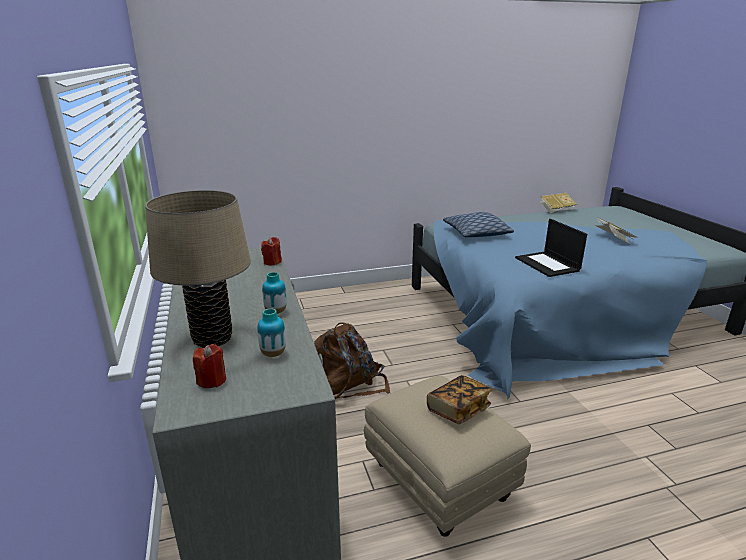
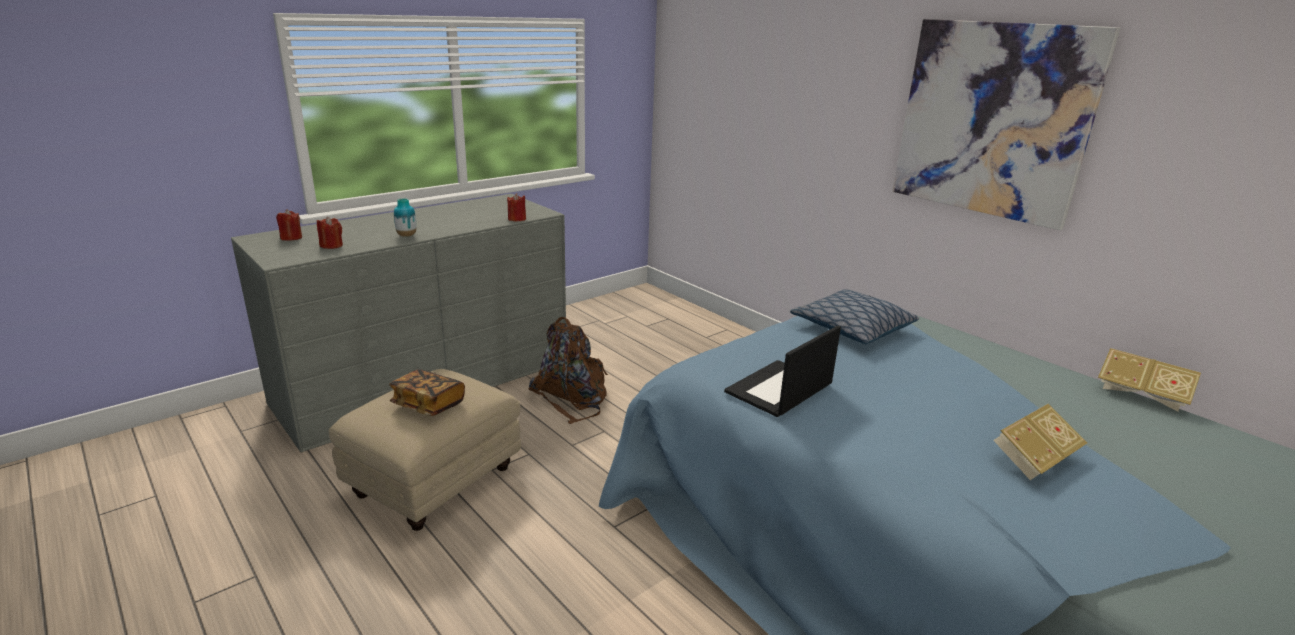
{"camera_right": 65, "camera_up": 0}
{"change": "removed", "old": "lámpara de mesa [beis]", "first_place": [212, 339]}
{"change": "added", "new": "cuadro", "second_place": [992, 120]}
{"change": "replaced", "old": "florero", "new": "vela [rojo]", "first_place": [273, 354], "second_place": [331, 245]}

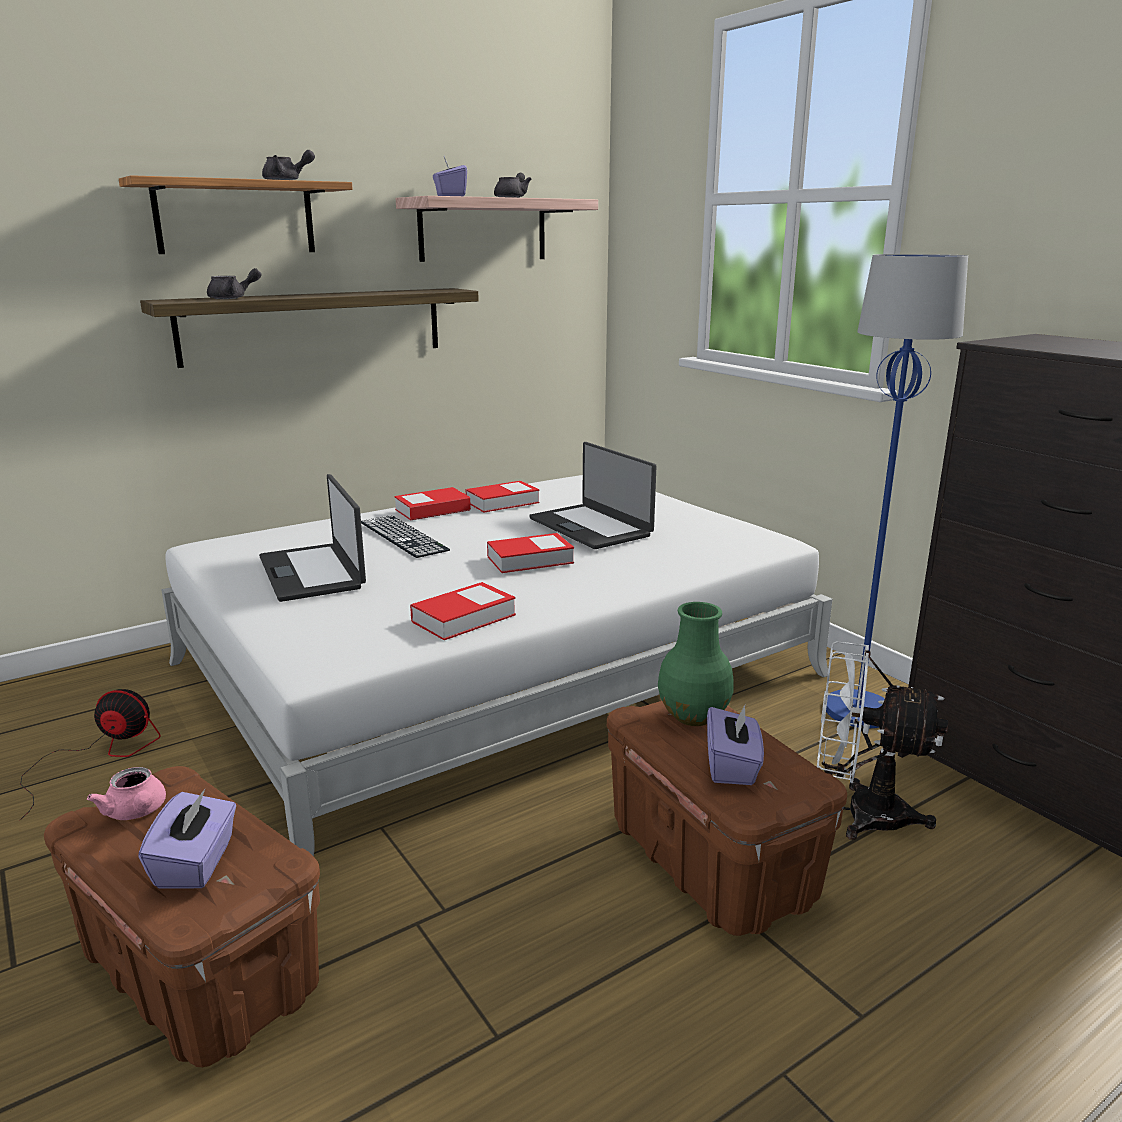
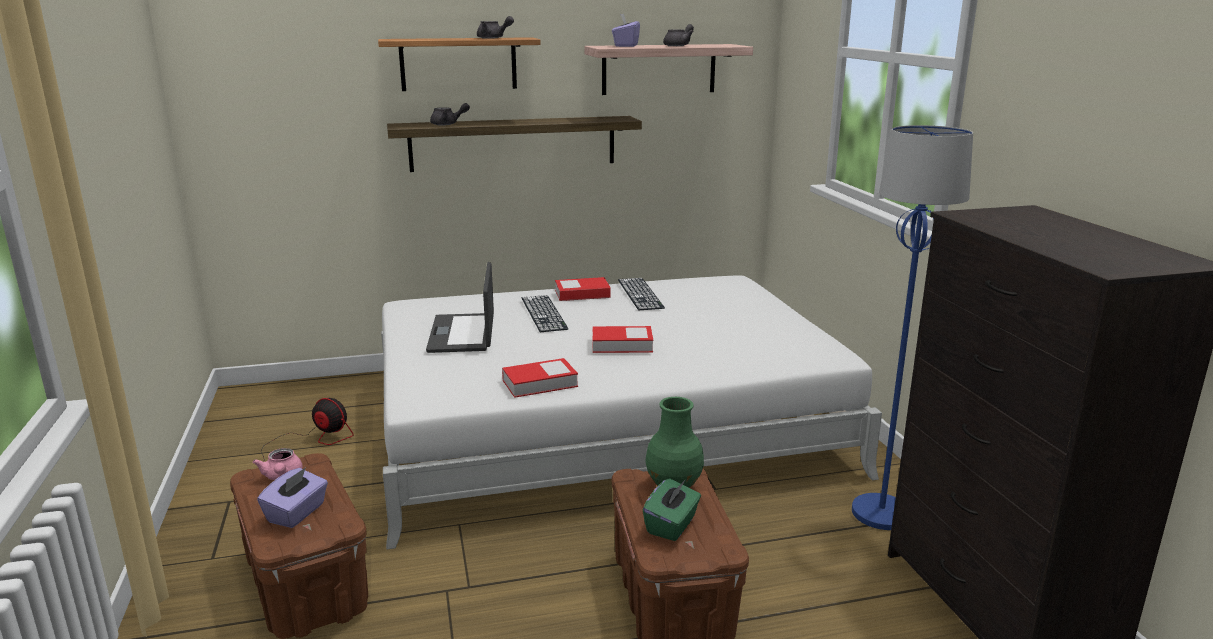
{"camera_right": 20, "camera_up": 0}
{"change": "removed", "old": "portátil", "first_place": [591, 527]}
{"change": "removed", "old": "ventilador [blanco]", "first_place": [859, 812]}
{"change": "replaced", "old": "libro", "new": "teclado", "first_place": [502, 502], "second_place": [640, 294]}
{"change": "recoloured", "old": "caja de pañuelos [morado]", "new": "caja de pañuelos [verde]", "first_place": [732, 766], "second_place": [672, 525]}

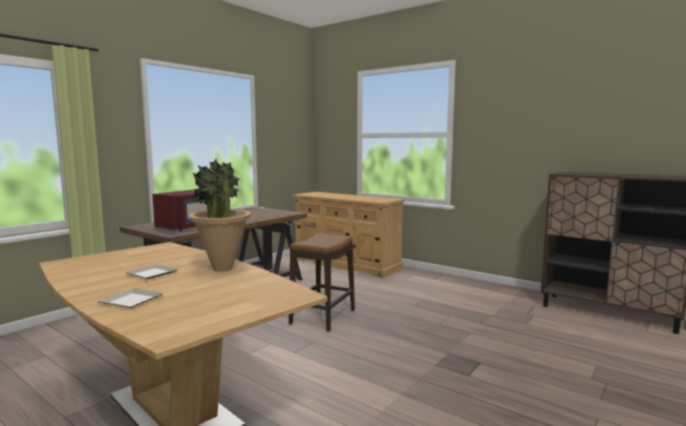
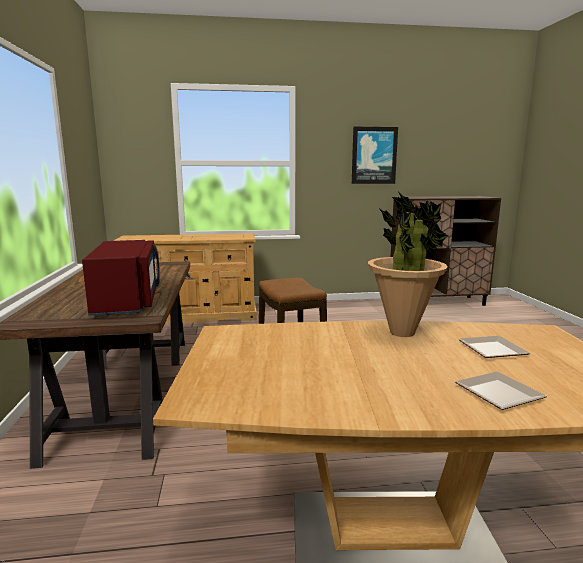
{"camera_right": -45, "camera_up": 5}
{"change": "added", "new": "cuadro", "second_place": [374, 155]}
{"change": "moved", "old": "plato", "first_place": [151, 274], "second_place": [494, 350]}

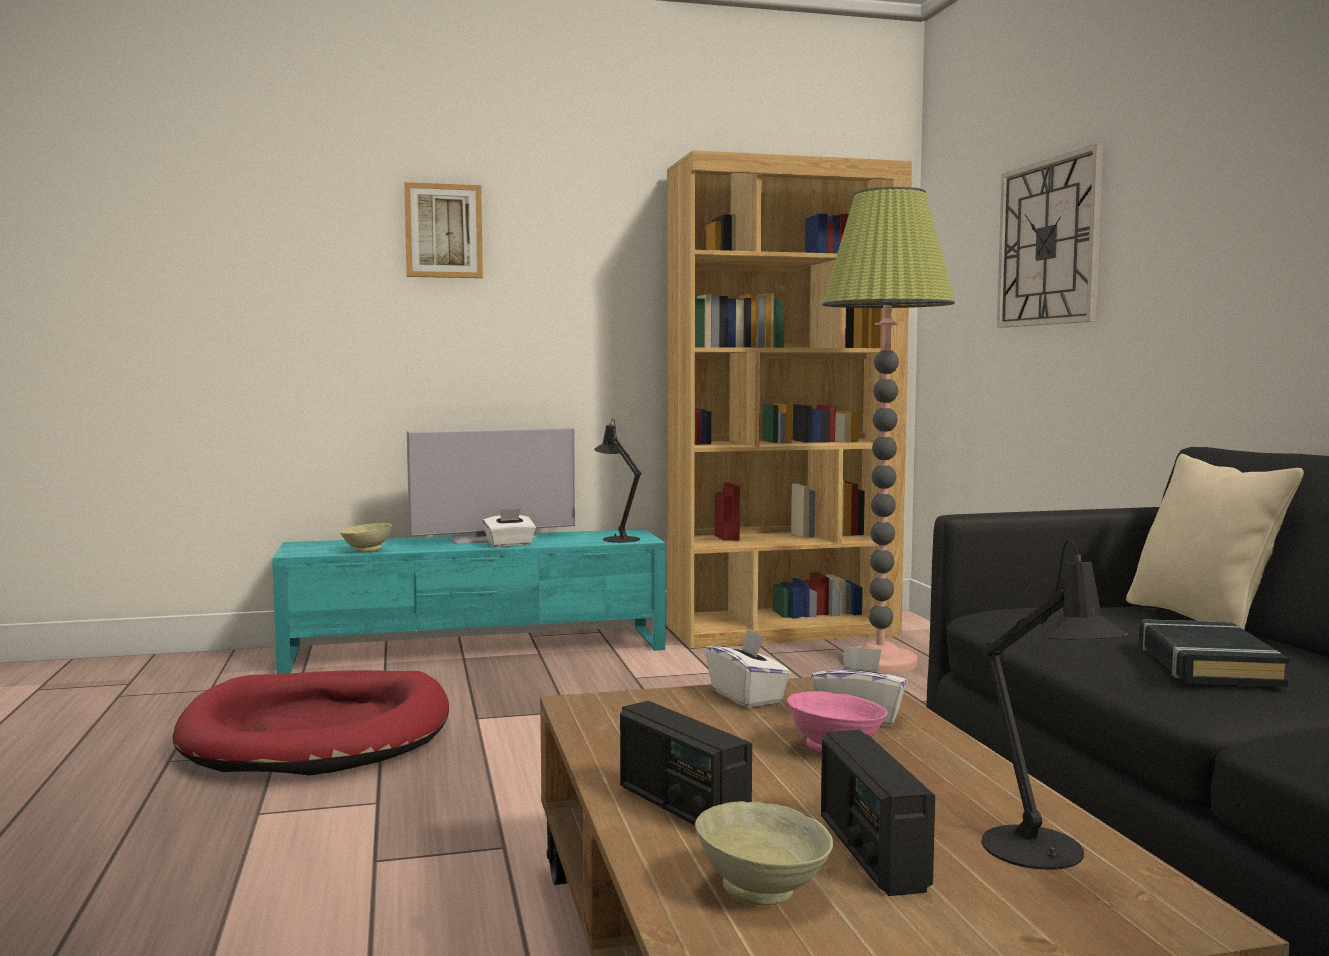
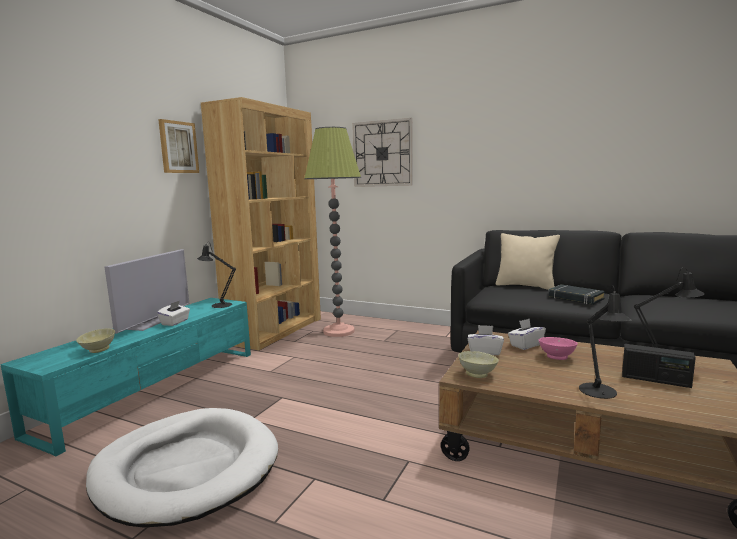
{"camera_right": -50, "camera_up": 5}
{"change": "moved", "old": "cuadro", "first_place": [443, 231], "second_place": [178, 147]}
{"change": "moved", "old": "cuenco [beis]", "first_place": [763, 892], "second_place": [478, 374]}
{"change": "replaced", "old": "radio", "new": "lámpara de mesa [negro]", "first_place": [681, 808], "second_place": [600, 393]}
{"change": "recoloured", "old": "cama para perro [rojo]", "new": "cama para perro [blanco]", "first_place": [318, 733], "second_place": [186, 469]}

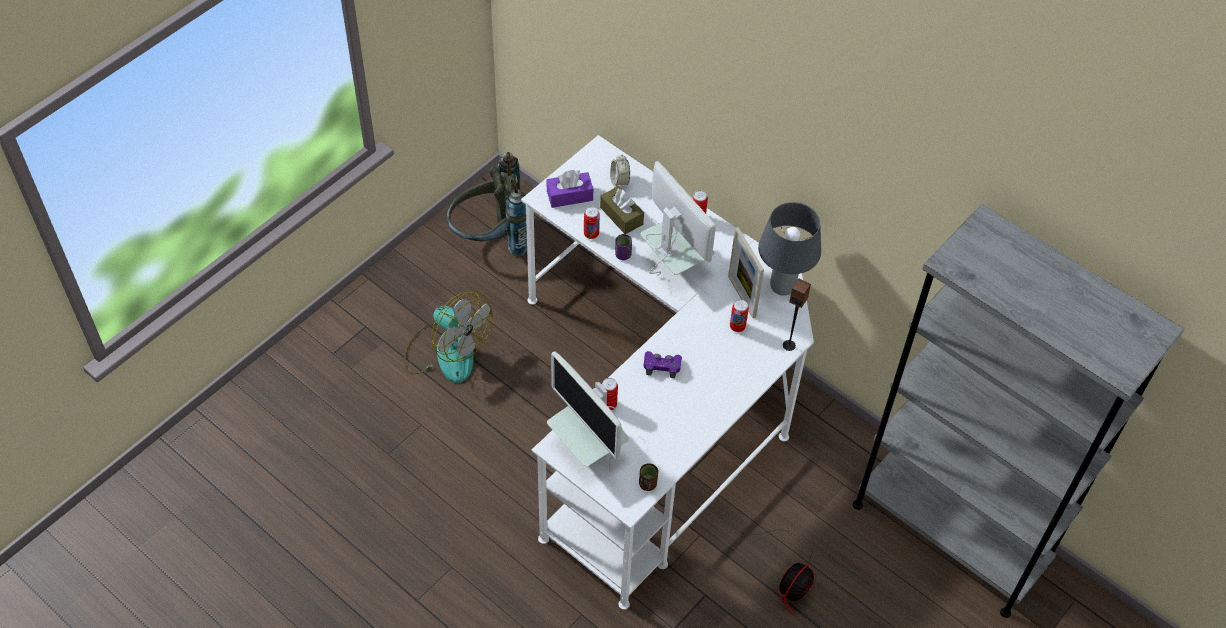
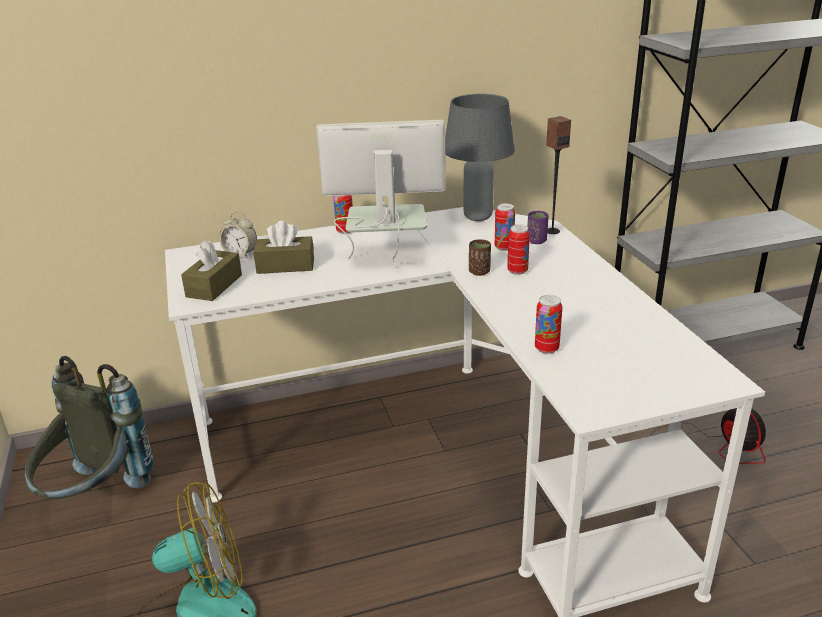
{"camera_right": -55, "camera_up": -25}
{"change": "removed", "old": "monitor", "first_place": [589, 448]}
{"change": "removed", "old": "mando de consola [morado]", "first_place": [662, 366]}
{"change": "removed", "old": "portarretratos", "first_place": [741, 296]}
{"change": "moved", "old": "lata", "first_place": [591, 234], "second_place": [517, 271]}
{"change": "moved", "old": "taza [morado]", "first_place": [623, 255], "second_place": [536, 241]}
{"change": "moved", "old": "taza [marrón]", "first_place": [647, 484], "second_place": [479, 272]}
{"change": "recoloured", "old": "caja de pañuelos [morado]", "new": "caja de pañuelos [marrón]", "first_place": [569, 196], "second_place": [214, 286]}

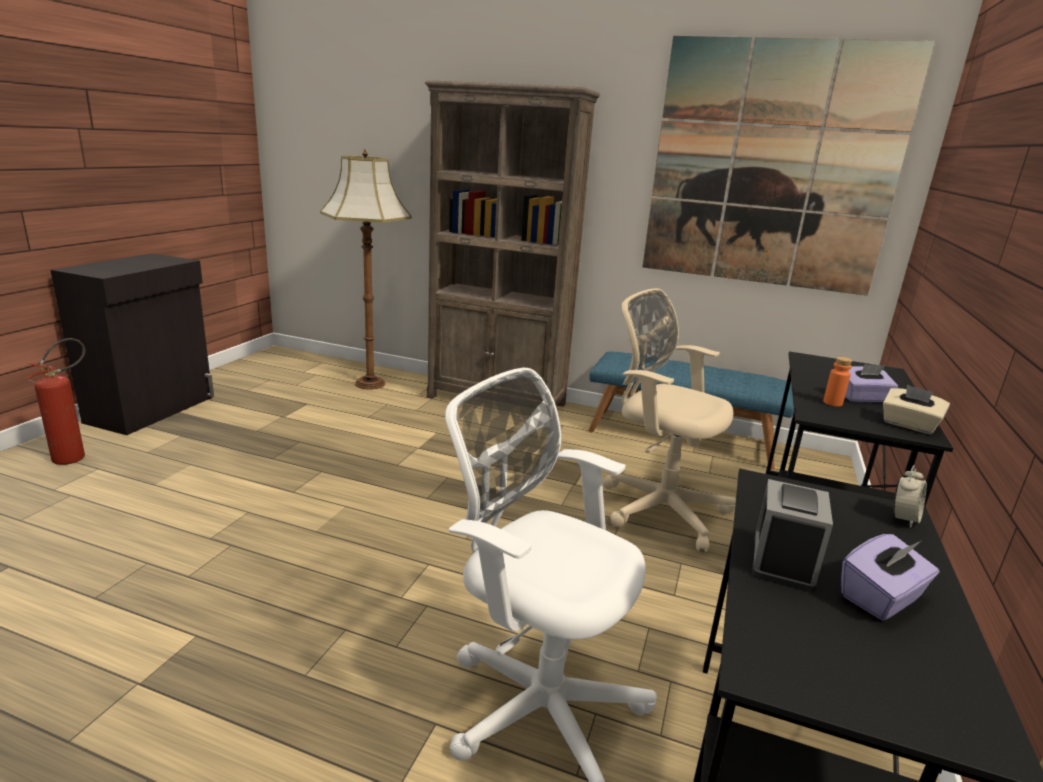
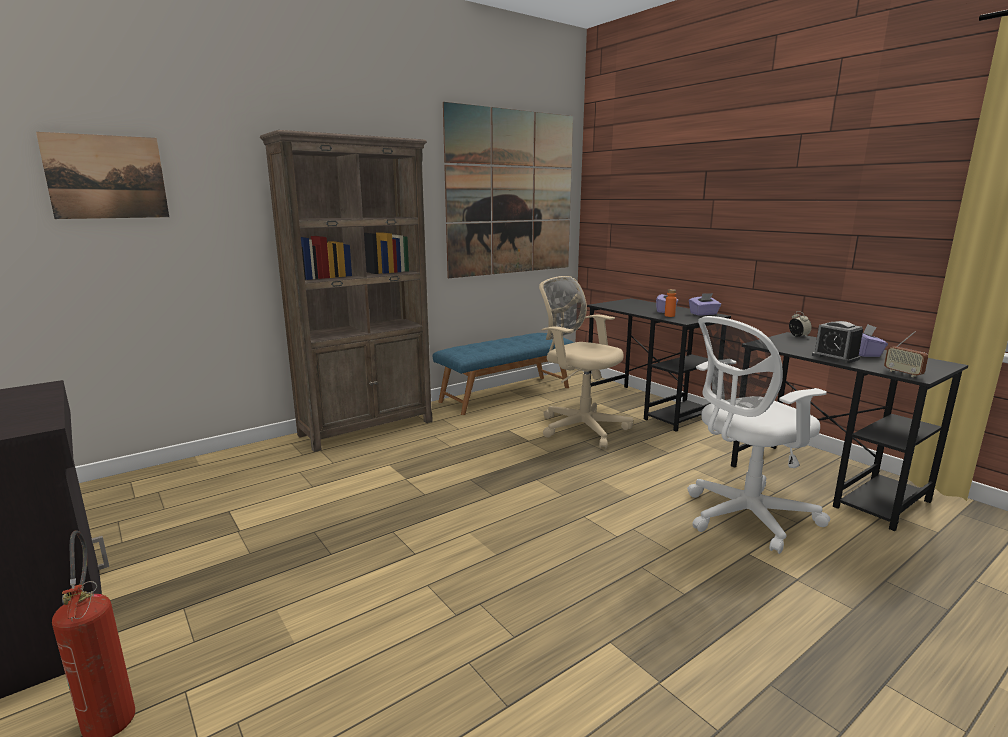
{"camera_right": -55, "camera_up": -5}
{"change": "removed", "old": "lámpara de pie", "first_place": [370, 383]}
{"change": "added", "new": "cuadro", "second_place": [107, 177]}
{"change": "added", "new": "radio", "second_place": [903, 373]}
{"change": "recoloured", "old": "caja de pañuelos [beis]", "new": "caja de pañuelos [morado]", "first_place": [909, 425], "second_place": [703, 314]}
{"change": "turned", "old": "silla de oficina [beis]", "first_place": [658, 507], "second_place": [580, 427], "degrees": 60}

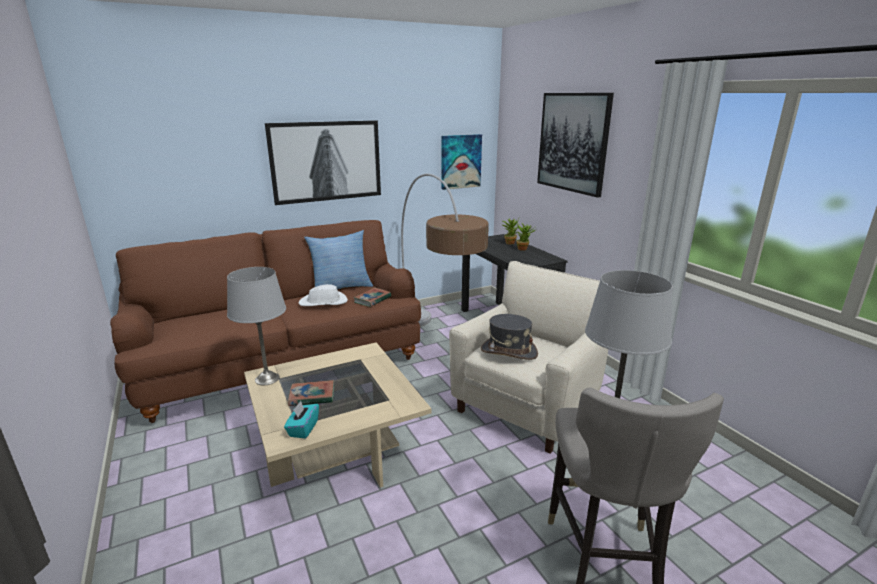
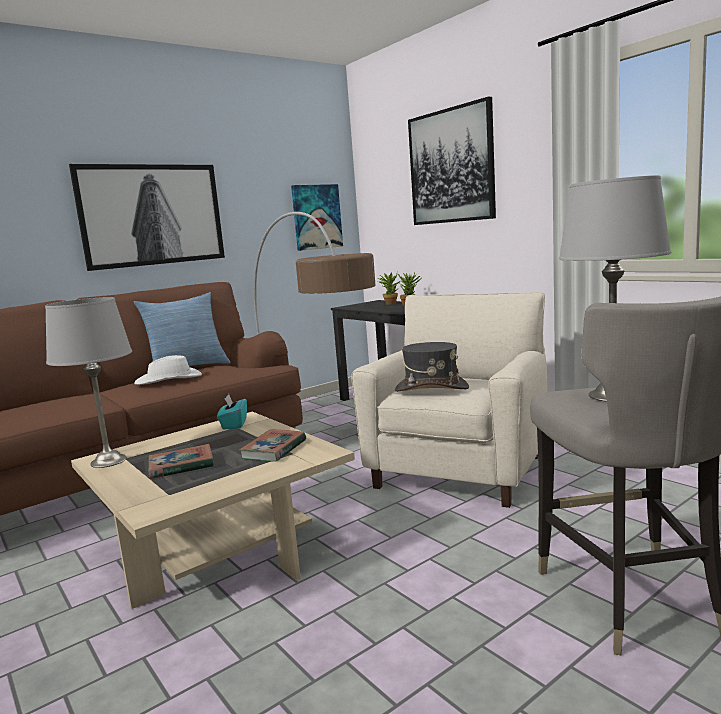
{"camera_right": -10, "camera_up": -10}
{"change": "moved", "old": "caja de pañuelos [turquesa]", "first_place": [303, 429], "second_place": [234, 424]}
{"change": "moved", "old": "libro", "first_place": [372, 299], "second_place": [274, 449]}

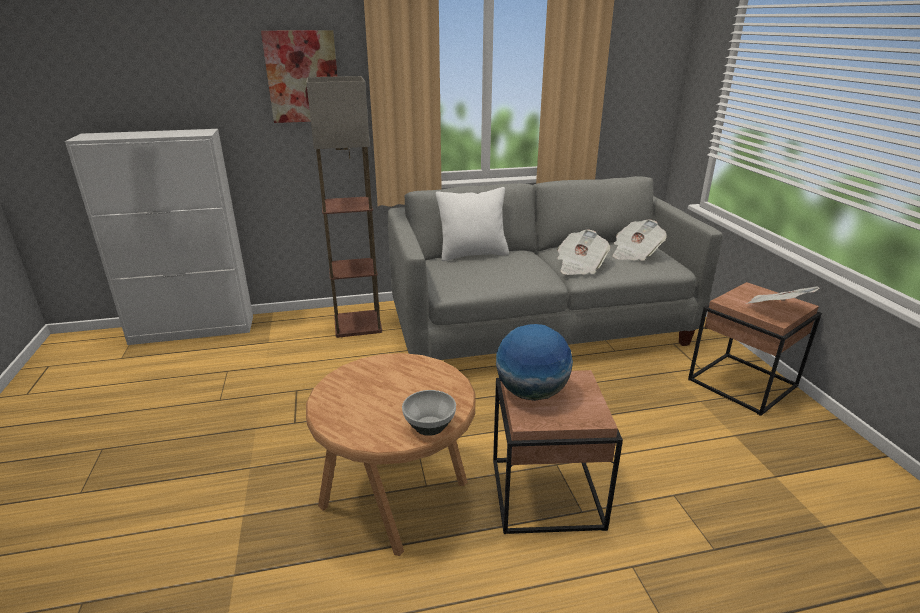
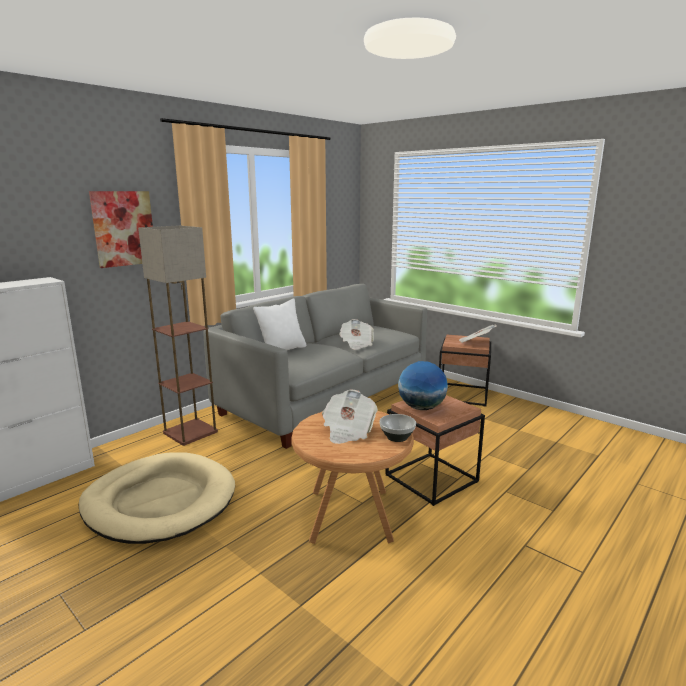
{"camera_right": -35, "camera_up": -10}
{"change": "added", "new": "cama para perro [beis]", "second_place": [160, 501]}
{"change": "moved", "old": "periódico", "first_place": [635, 254], "second_place": [348, 431]}

